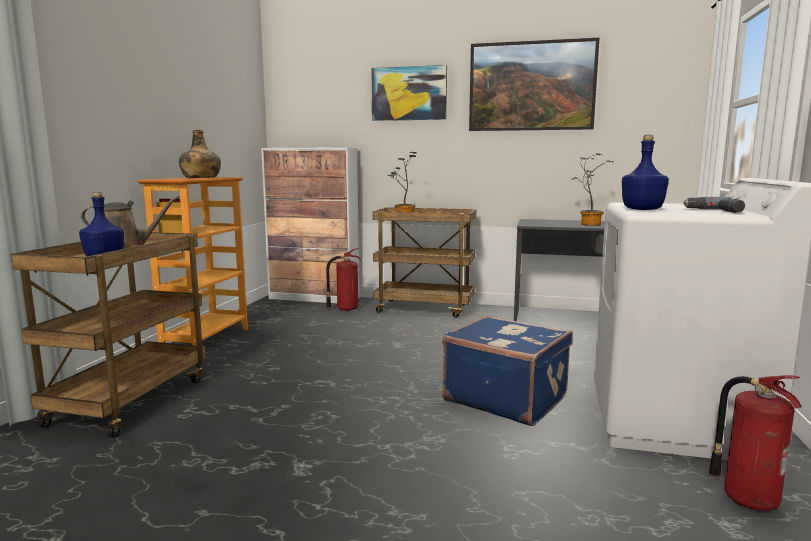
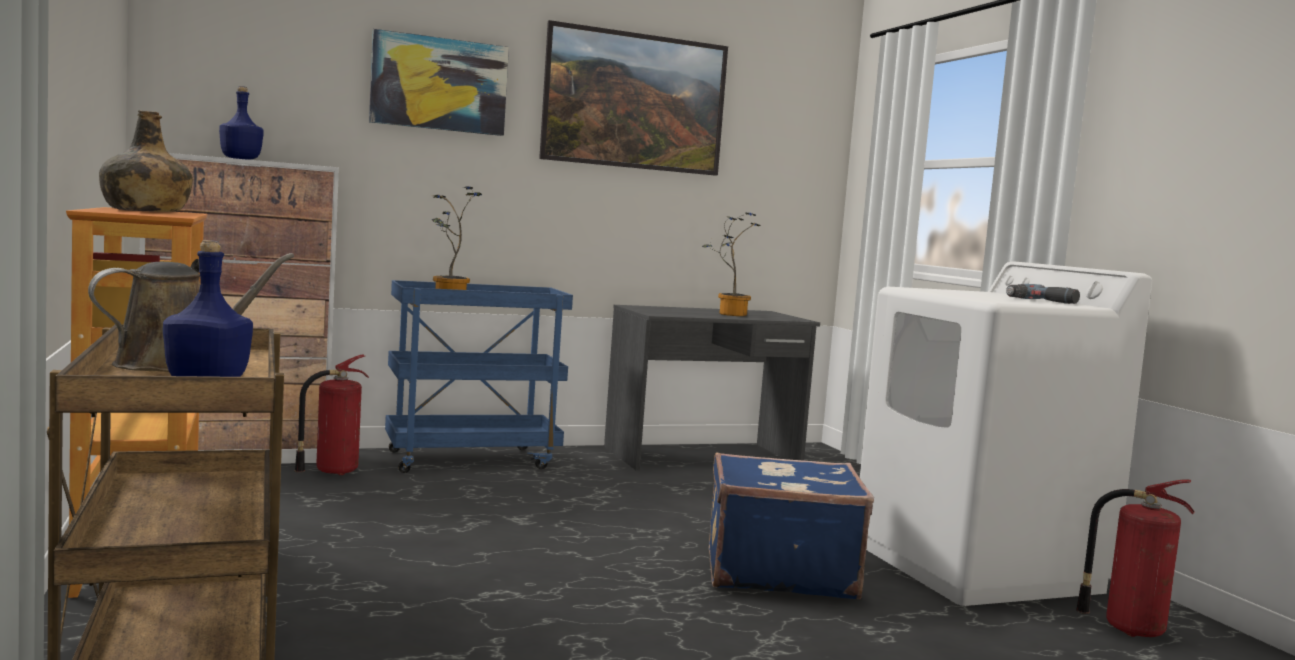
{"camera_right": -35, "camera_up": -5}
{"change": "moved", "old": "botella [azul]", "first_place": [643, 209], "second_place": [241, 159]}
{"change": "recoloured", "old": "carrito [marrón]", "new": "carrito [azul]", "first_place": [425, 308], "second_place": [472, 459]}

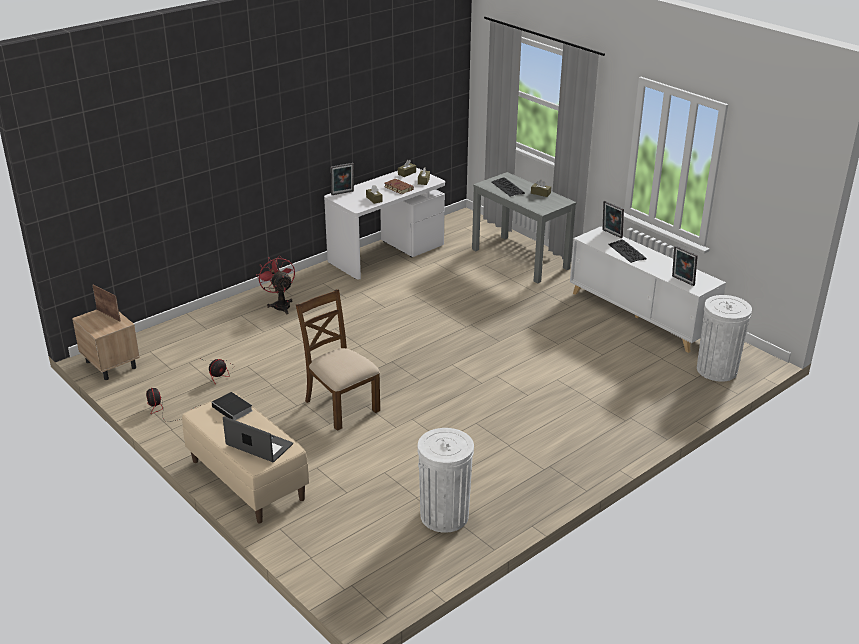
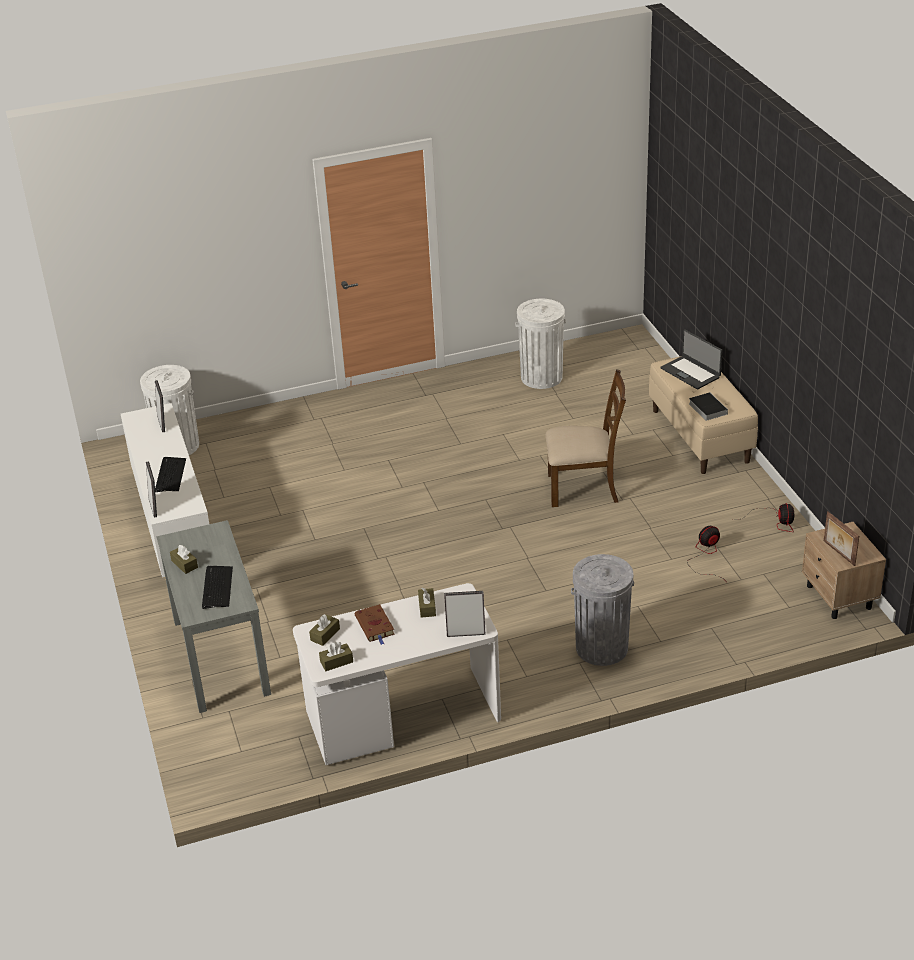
{"camera_right": -155, "camera_up": 5}
{"change": "replaced", "old": "ventilador [rojo]", "new": "papelera [gris]", "first_place": [280, 305], "second_place": [602, 647]}
{"change": "turned", "old": "silla [marrón]", "first_place": [341, 405], "second_place": [584, 488], "degrees": -75}

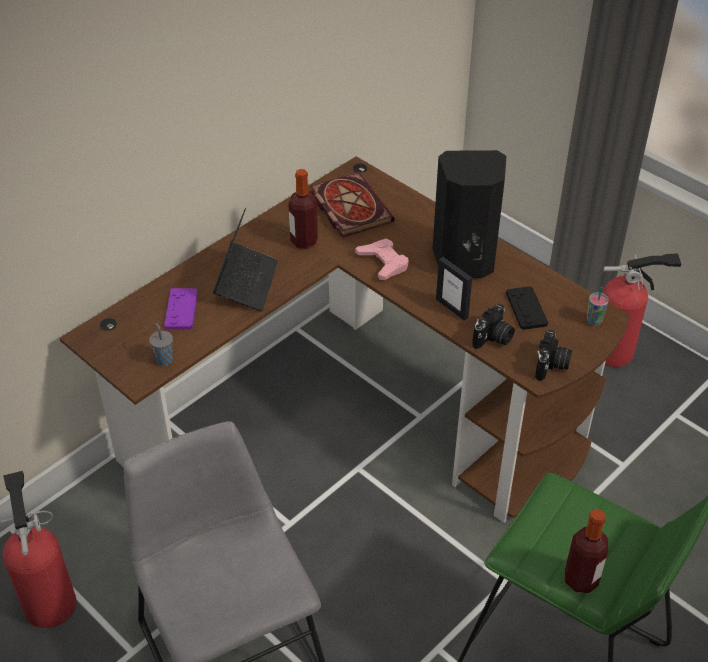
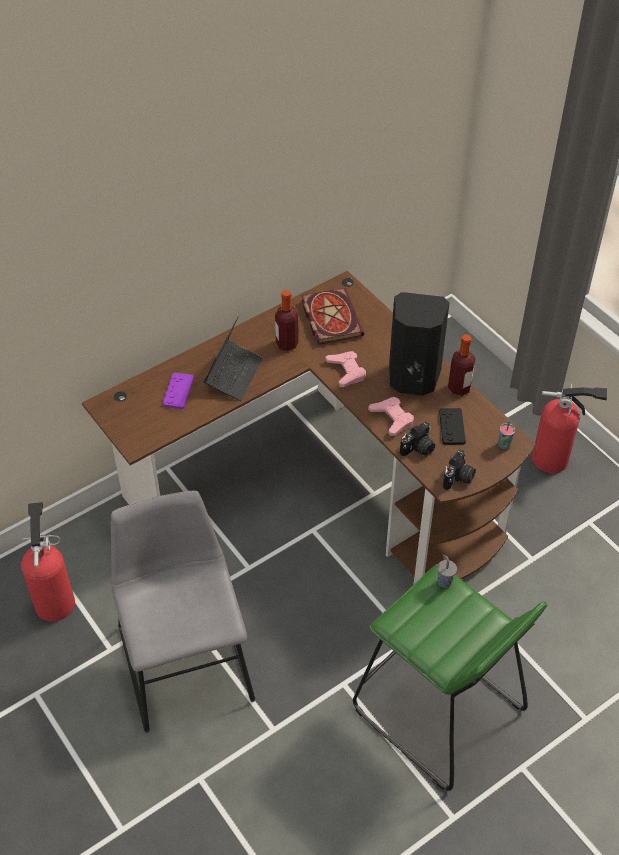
{"camera_right": 10, "camera_up": 5}
{"change": "moved", "old": "taza [gris]", "first_place": [164, 359], "second_place": [444, 581]}
{"change": "moved", "old": "botella", "first_place": [581, 580], "second_place": [459, 388]}
{"change": "replaced", "old": "portarretratos", "new": "mando de consola [rosa]", "first_place": [452, 308], "second_place": [392, 418]}

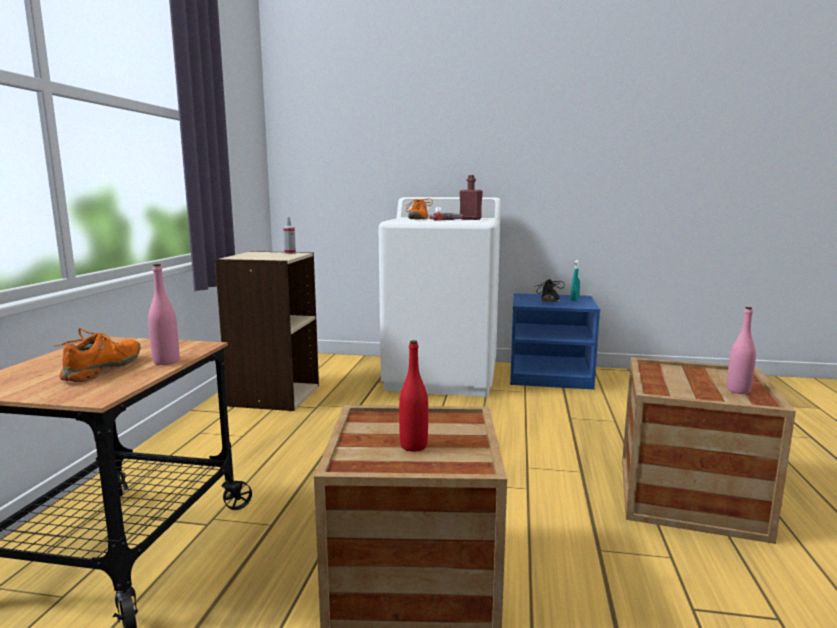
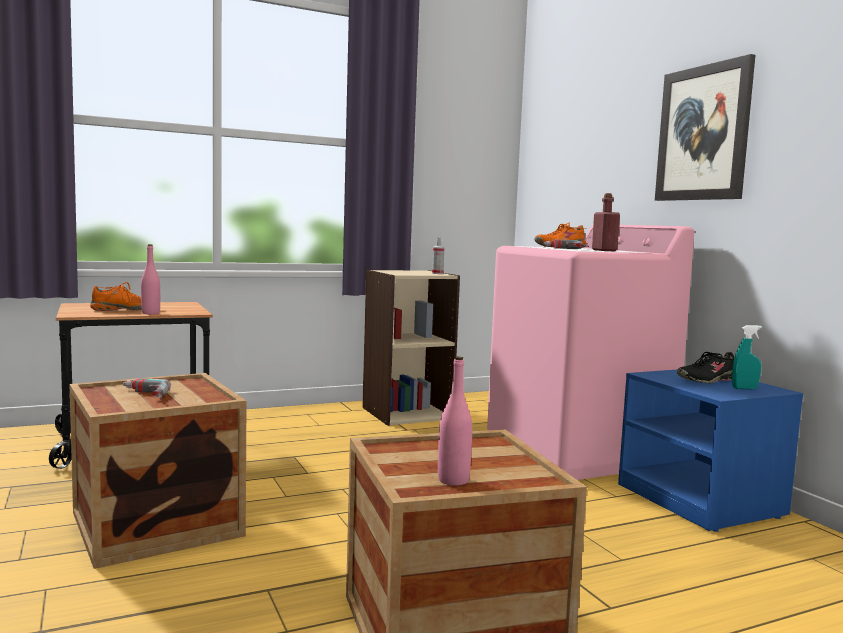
{"camera_right": 55, "camera_up": -5}
{"change": "added", "new": "cuadro", "second_place": [703, 133]}
{"change": "replaced", "old": "botella [rojo]", "new": "taladro", "first_place": [413, 446], "second_place": [142, 396]}
{"change": "recoloured", "old": "lavadora [blanco]", "new": "lavadora [rosa]", "first_place": [442, 376], "second_place": [577, 453]}

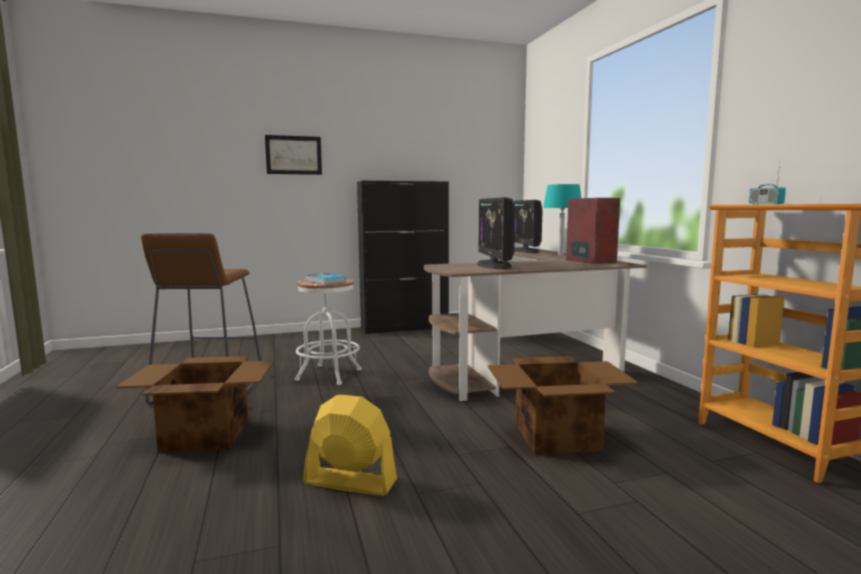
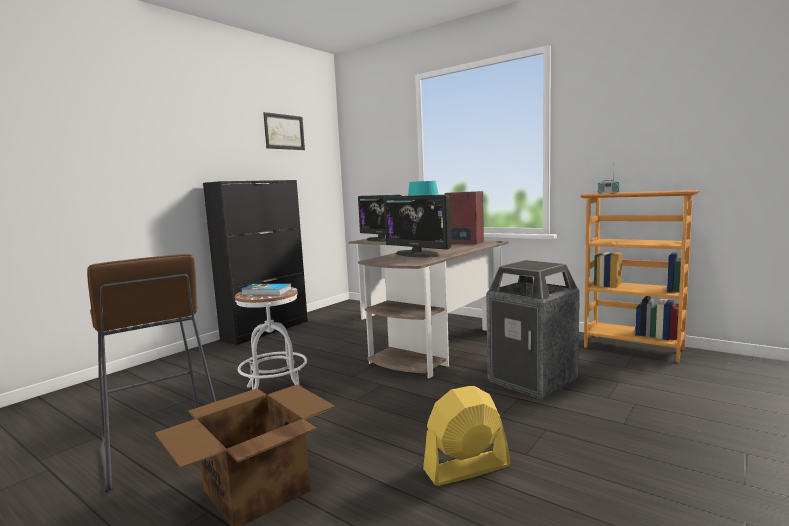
{"camera_right": -35, "camera_up": 0}
{"change": "moved", "old": "cuadro", "first_place": [293, 155], "second_place": [284, 132]}
{"change": "replaced", "old": "caja de cartón", "new": "papelera", "first_place": [558, 436], "second_place": [533, 381]}

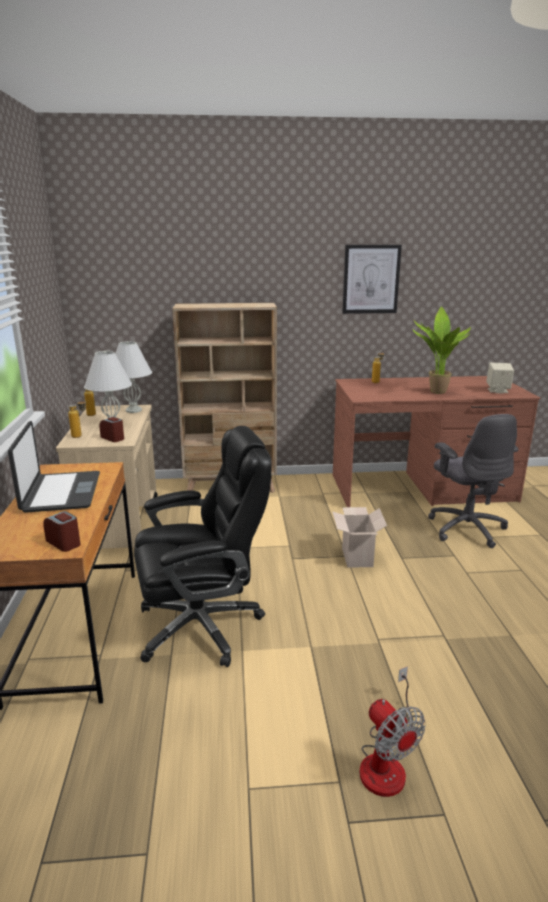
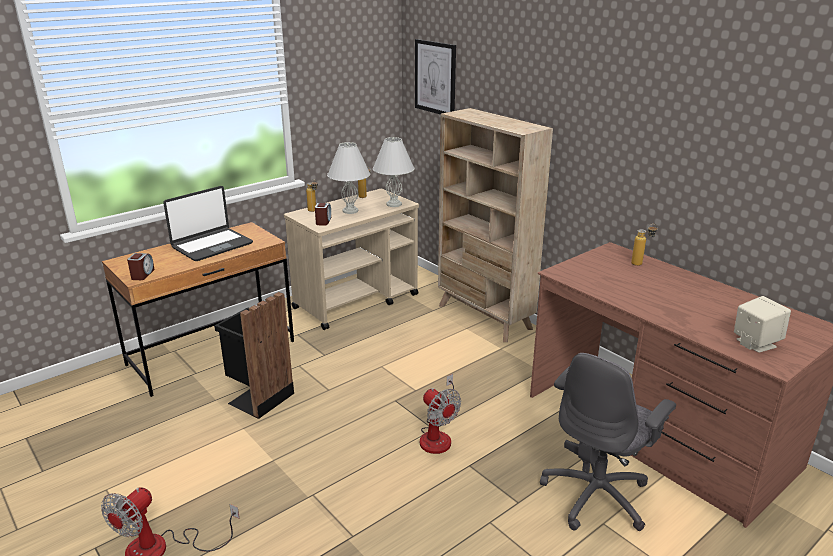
{"camera_right": 55, "camera_up": 5}
{"change": "removed", "old": "planta en maceta", "first_place": [435, 392]}
{"change": "moved", "old": "cuadro", "first_place": [371, 279], "second_place": [435, 77]}
{"change": "replaced", "old": "silla de oficina [negro]", "new": "papelera [negro]", "first_place": [202, 625], "second_place": [258, 397]}
{"change": "replaced", "old": "caja de cartón", "new": "ventilador", "first_place": [355, 556], "second_place": [438, 435]}

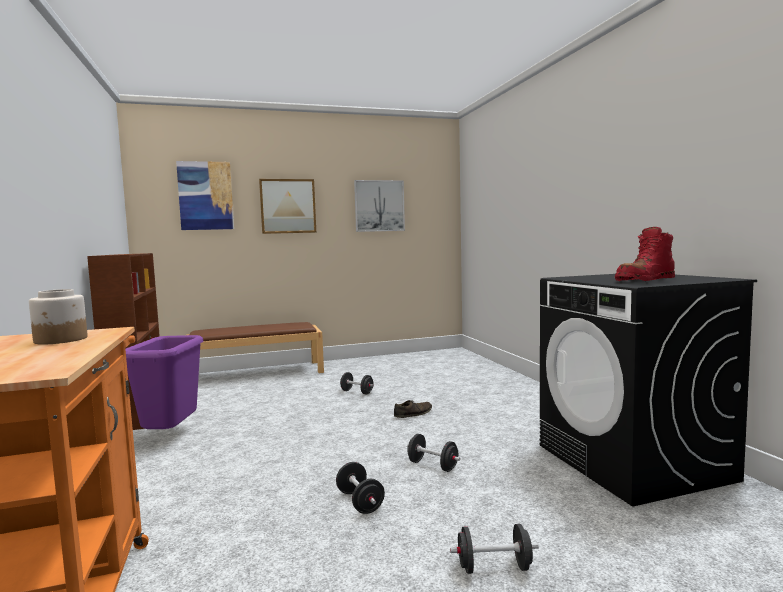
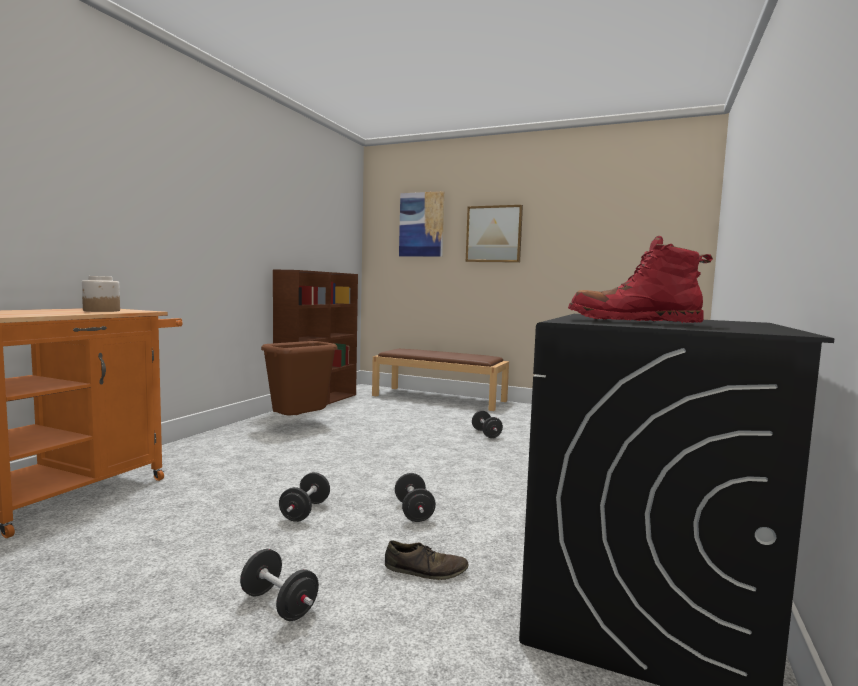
{"camera_right": 40, "camera_up": 0}
{"change": "removed", "old": "cuadro", "first_place": [379, 206]}
{"change": "moved", "old": "zapato [marrón]", "first_place": [413, 413], "second_place": [426, 570]}
{"change": "recoloured", "old": "papelera [morado]", "new": "papelera [marrón]", "first_place": [171, 435], "second_place": [300, 424]}

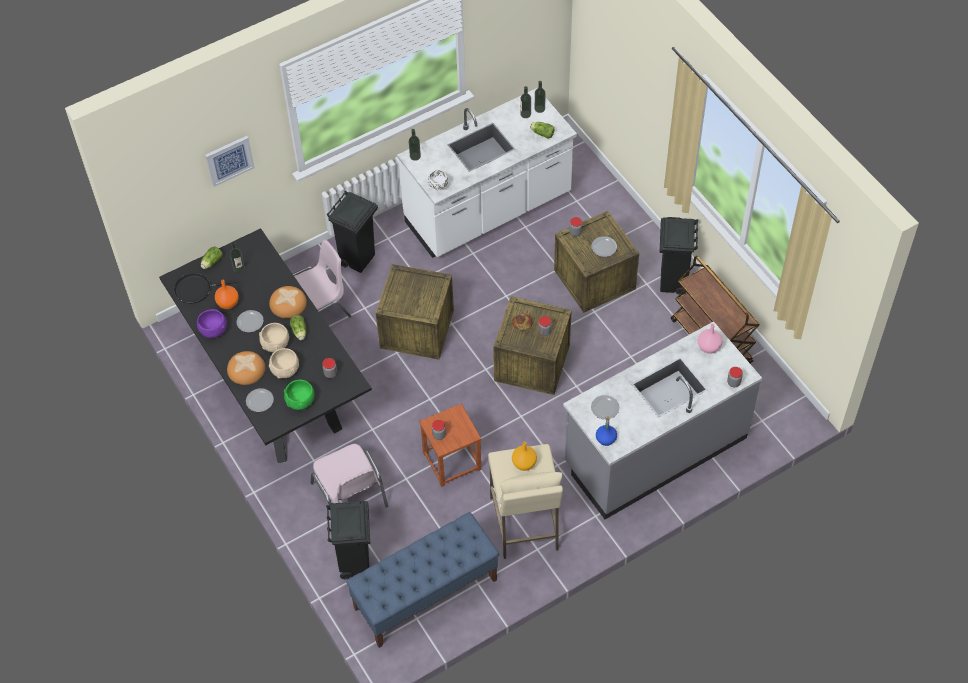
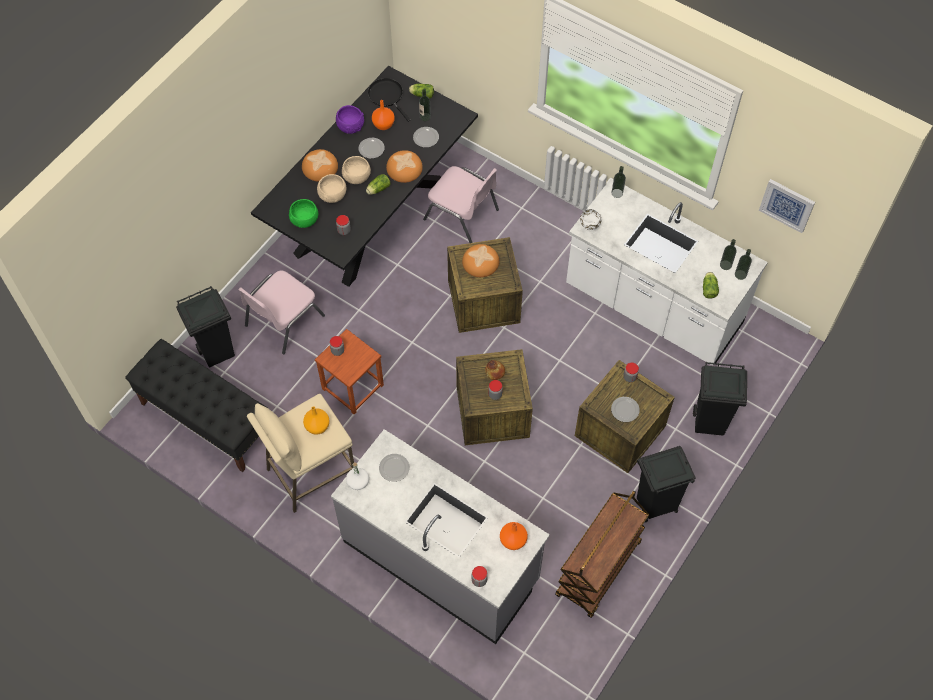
{"camera_right": 65, "camera_up": 5}
{"change": "added", "new": "pan", "second_place": [480, 262]}
{"change": "moved", "old": "cuadro", "first_place": [229, 160], "second_place": [787, 205]}
{"change": "moved", "old": "plato", "first_place": [260, 401], "second_place": [425, 138]}
{"change": "moved", "old": "papelera [negro]", "first_place": [358, 259], "second_place": [710, 422]}
{"change": "recoloured", "old": "banco [azul]", "new": "banco [negro]", "first_place": [425, 594], "second_place": [206, 419]}
{"change": "recoloured", "old": "botella [azul]", "new": "botella [blanco]", "first_place": [606, 438], "second_place": [358, 482]}
{"change": "recoloured", "old": "florero [rosa]", "new": "florero [naranja]", "first_place": [708, 347], "second_place": [513, 540]}

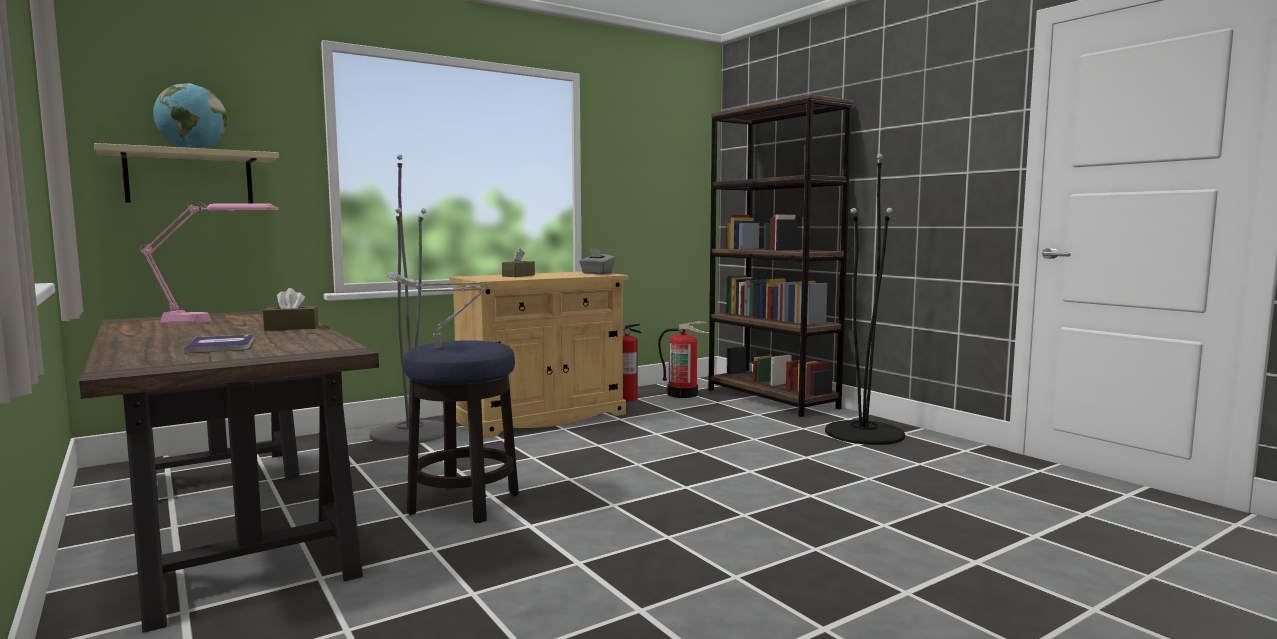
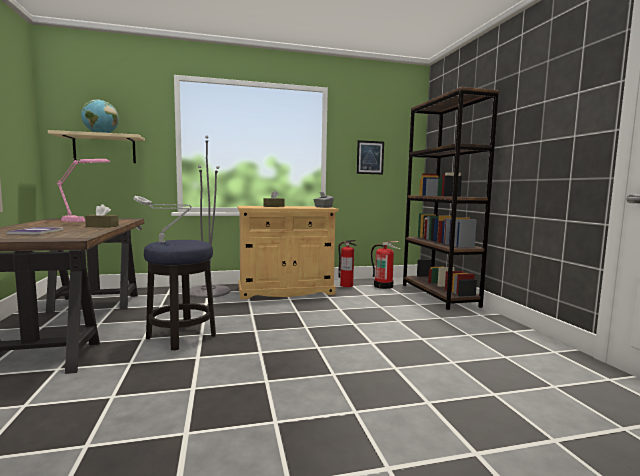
{"camera_right": 20, "camera_up": 0}
{"change": "removed", "old": "lámpara de pie [negro]", "first_place": [864, 433]}
{"change": "added", "new": "cuadro", "second_place": [370, 157]}

